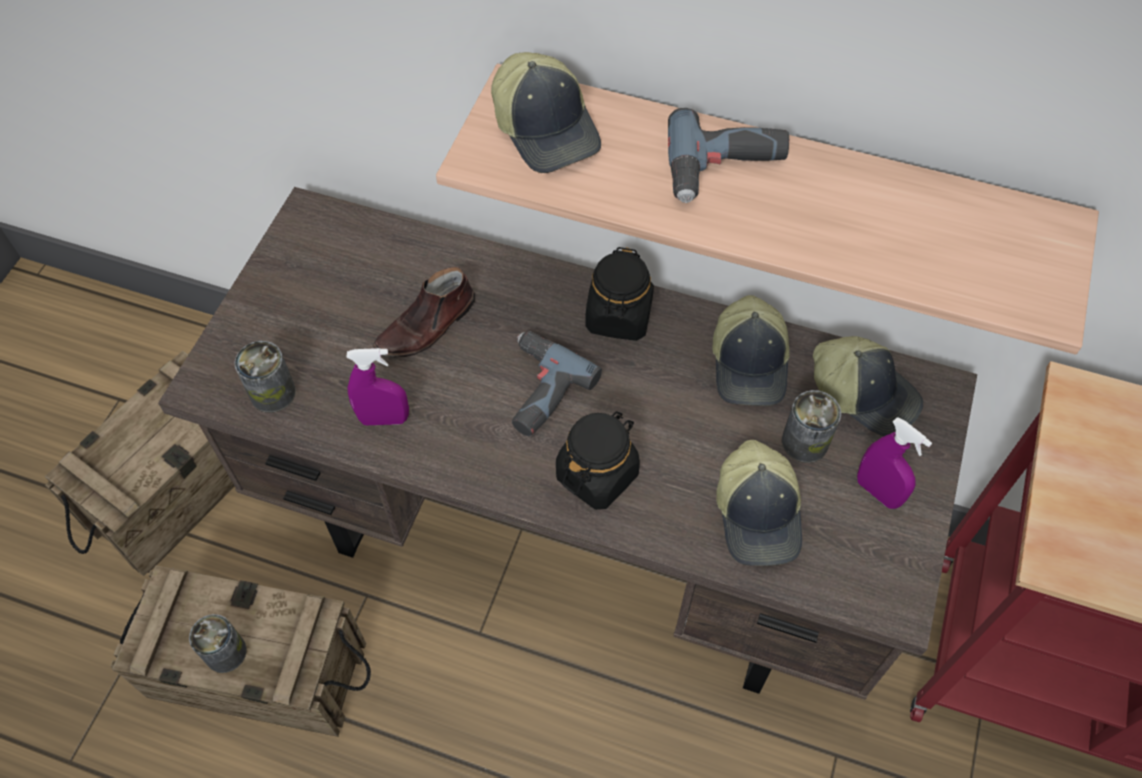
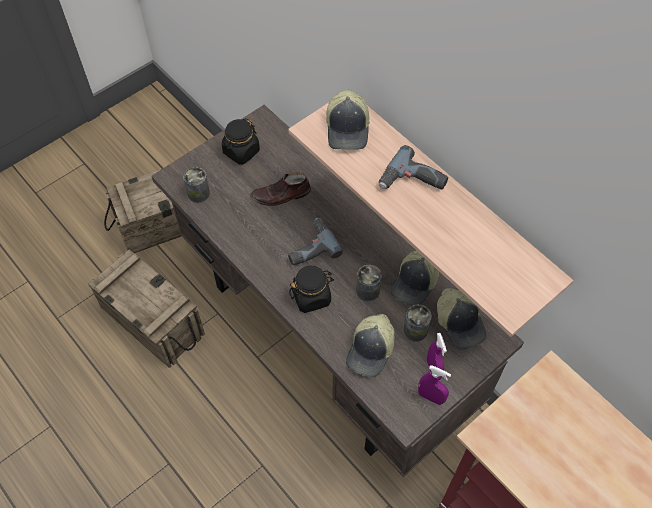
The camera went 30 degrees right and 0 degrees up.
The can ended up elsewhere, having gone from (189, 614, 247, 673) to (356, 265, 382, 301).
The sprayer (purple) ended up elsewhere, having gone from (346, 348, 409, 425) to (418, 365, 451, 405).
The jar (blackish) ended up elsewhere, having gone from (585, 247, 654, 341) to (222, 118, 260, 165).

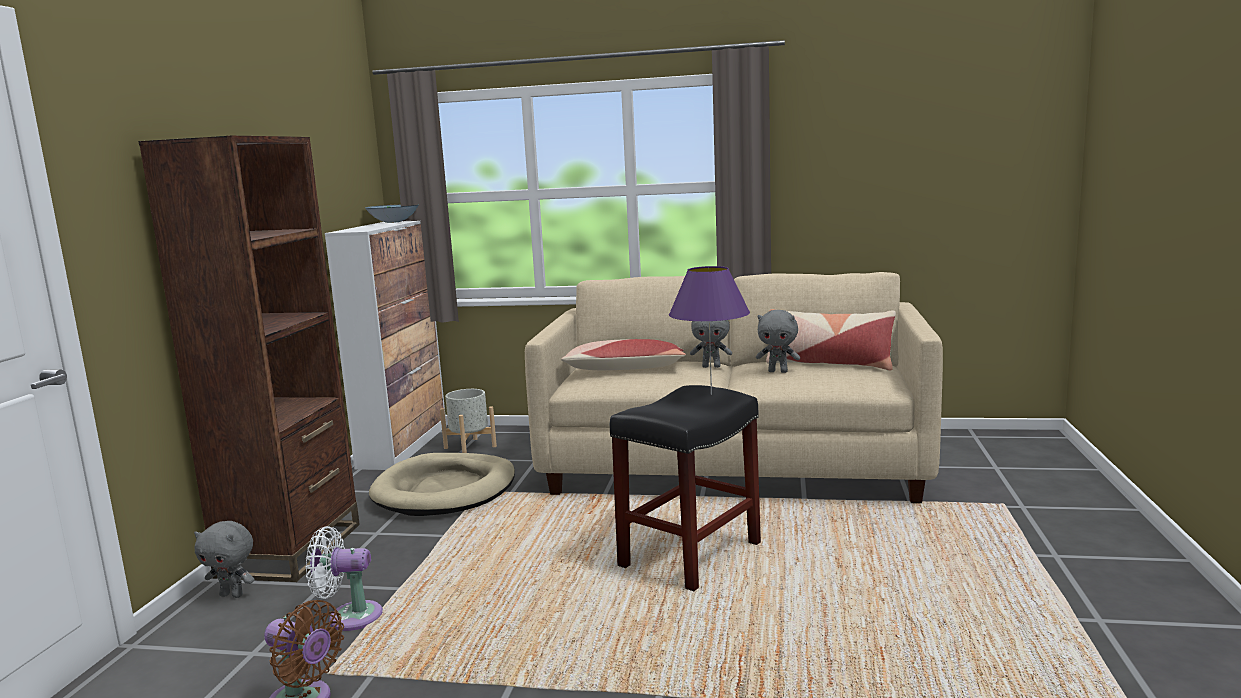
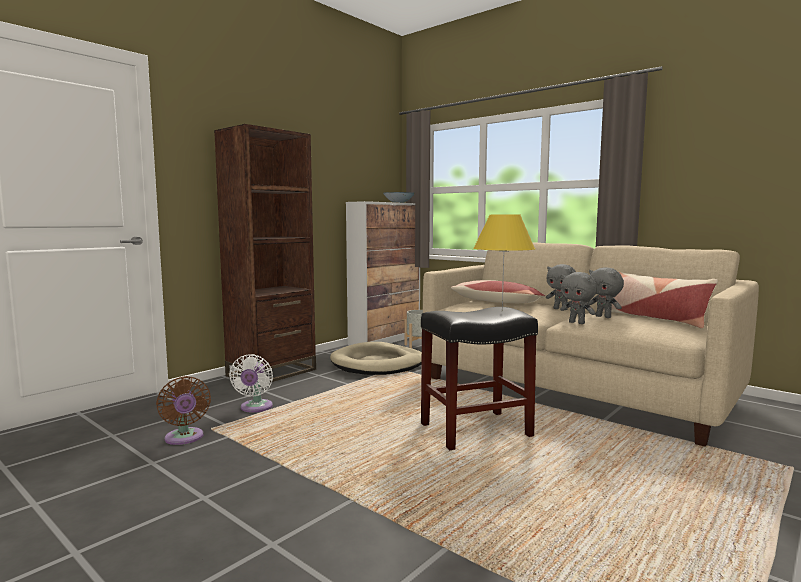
The camera went 30 degrees right and 5 degrees down.
The cuddly toy (greyish) ended up elsewhere, having gone from (194, 521, 255, 598) to (560, 272, 597, 324).
The cooling fan (white) at (305, 526, 383, 631) ended up facing another way, 120 degrees counterclockwise from before.
What was the tabletop lamp (purple) at (669, 266, 750, 395) turned into the tabletop lamp (yellow) at (473, 215, 535, 312).

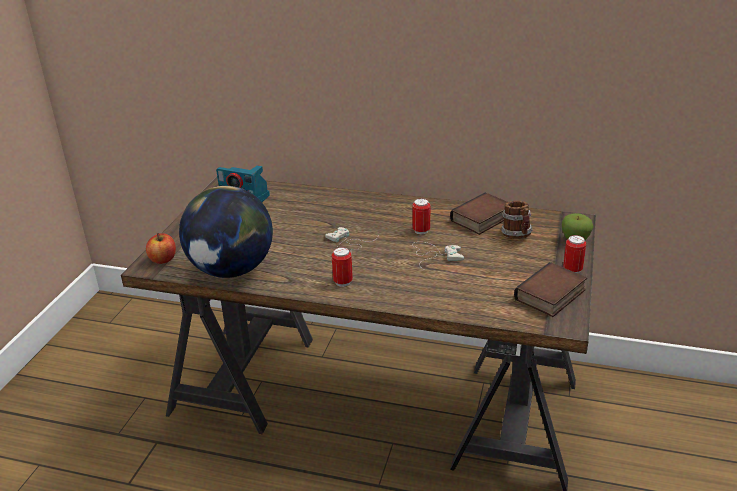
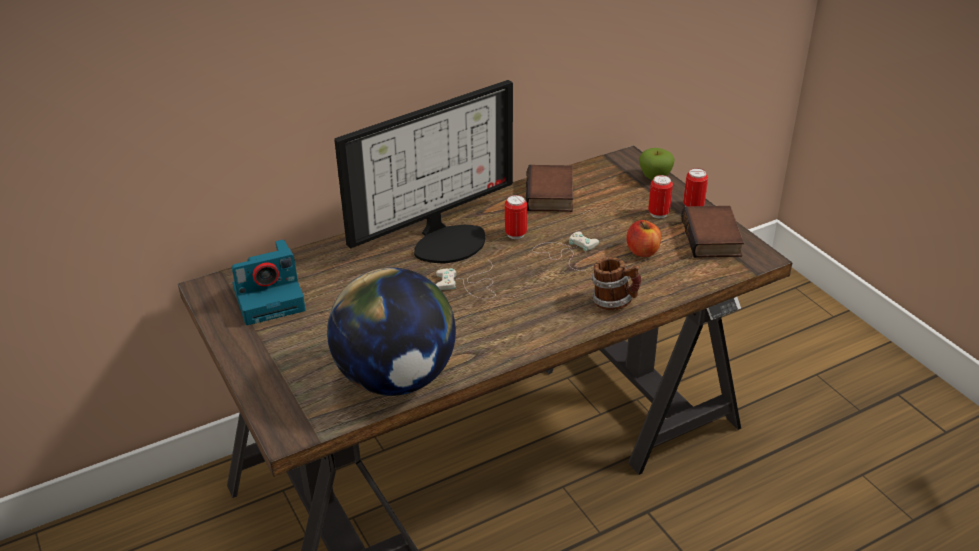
The camera went 45 degrees left and 5 degrees up.
The apple ended up elsewhere, having gone from (146, 233, 176, 264) to (626, 220, 661, 257).
The can ended up elsewhere, having gone from (332, 247, 353, 287) to (648, 175, 673, 218).
The coffee mug ended up elsewhere, having gone from (501, 201, 533, 239) to (591, 257, 641, 310).
The second view gained the computer screen at (334, 80, 513, 263).

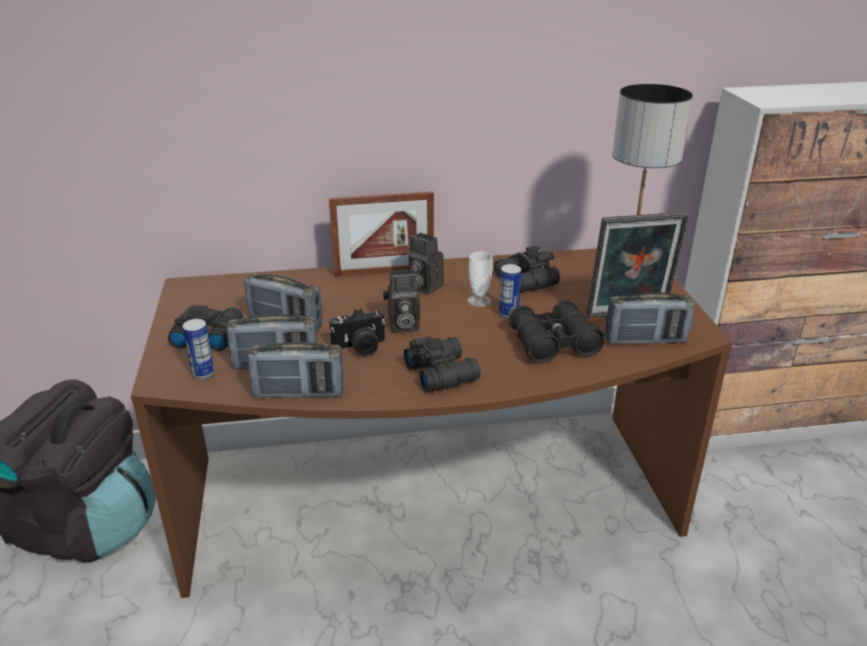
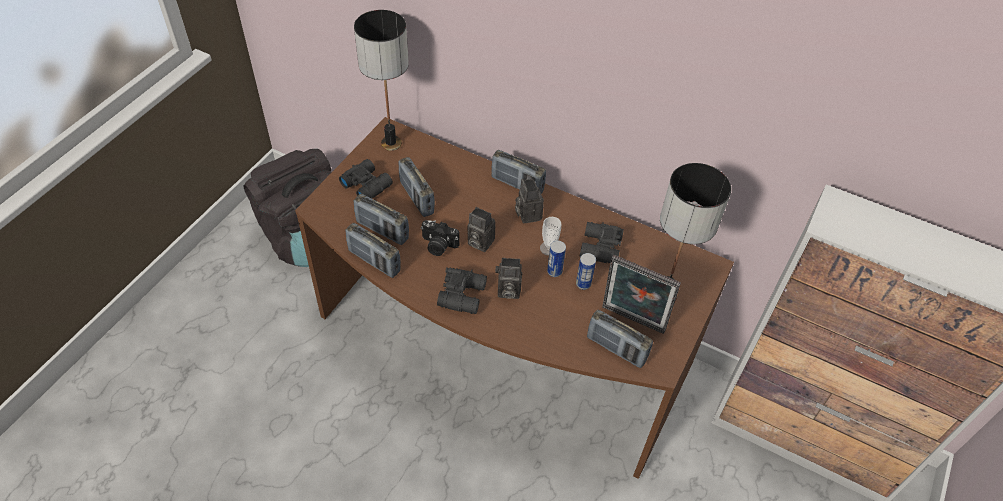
The camera went 35 degrees right and 20 degrees up.
The can ended up elsewhere, having gone from (182, 319, 215, 380) to (576, 253, 596, 290).
Where the picture frame stood at (329, 191, 434, 277), the radio came to stand at (492, 150, 546, 194).
The second view lost the binoculars (blackish) at (508, 300, 605, 364).
The second view gained the tabletop lamp at (354, 10, 409, 151).
The second view gained the photo camera at (495, 258, 522, 299).

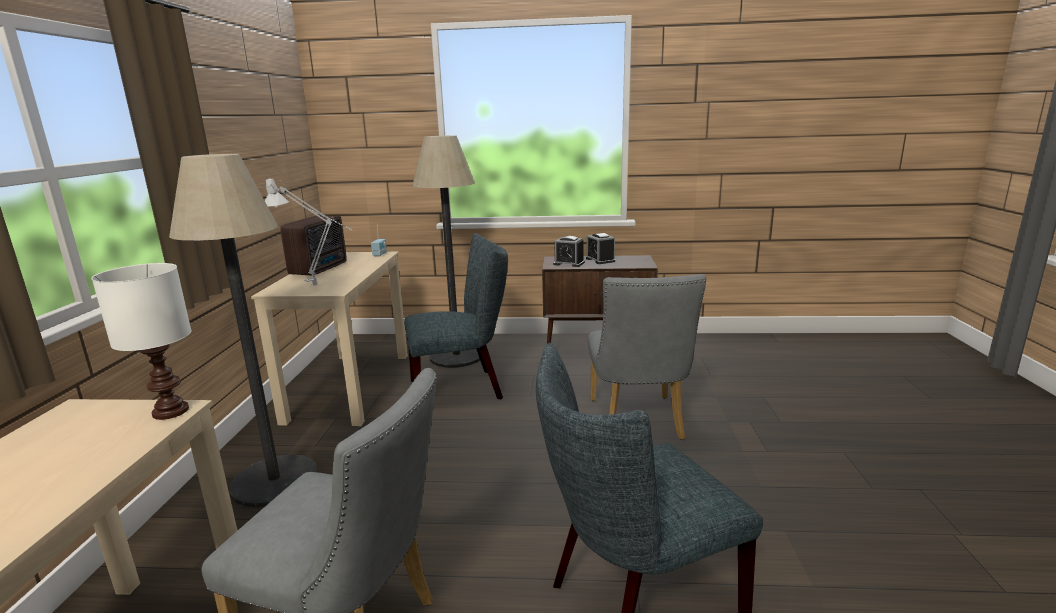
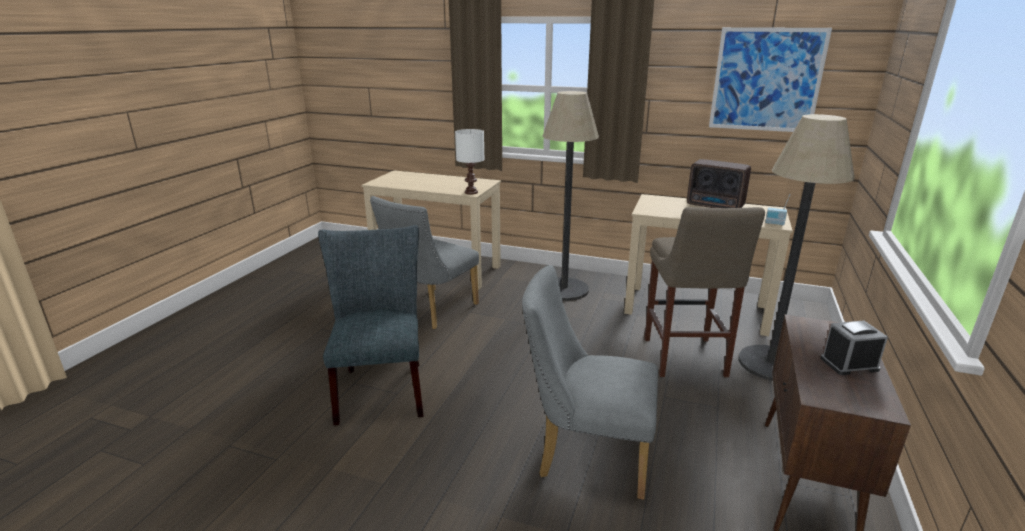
The camera went 105 degrees right and 5 degrees up.
The second view lost the tabletop lamp (greyish) at (265, 178, 353, 285).
Where the upright chair (greyish) stood at (404, 233, 508, 399), the stool (sand-coloured) came to stand at (645, 207, 765, 377).
The second view lost the bedside clock at (553, 236, 585, 267).
The second view gained the wall art at (709, 27, 832, 132).

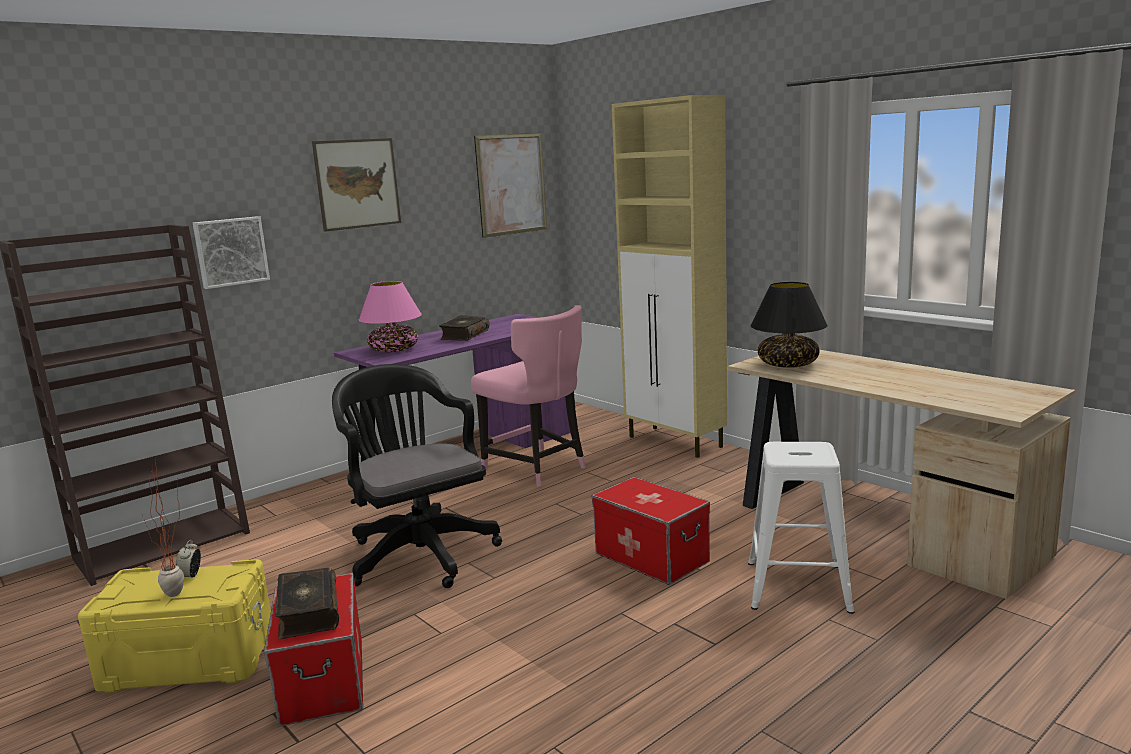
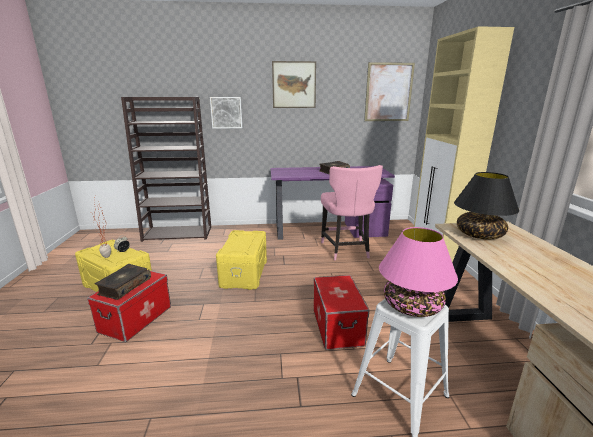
The camera went 35 degrees right and 5 degrees up.
Where the computer chair (blackish) stood at (332, 364, 502, 588), the storage bin (yellow) came to stand at (216, 230, 267, 290).
The tabletop lamp (pinkish) ended up elsewhere, having gone from (359, 281, 422, 352) to (379, 227, 458, 317).

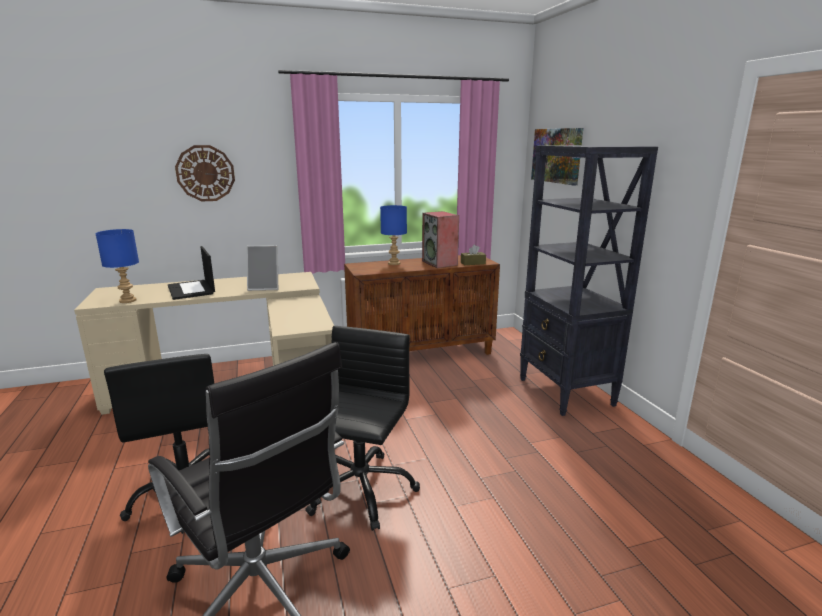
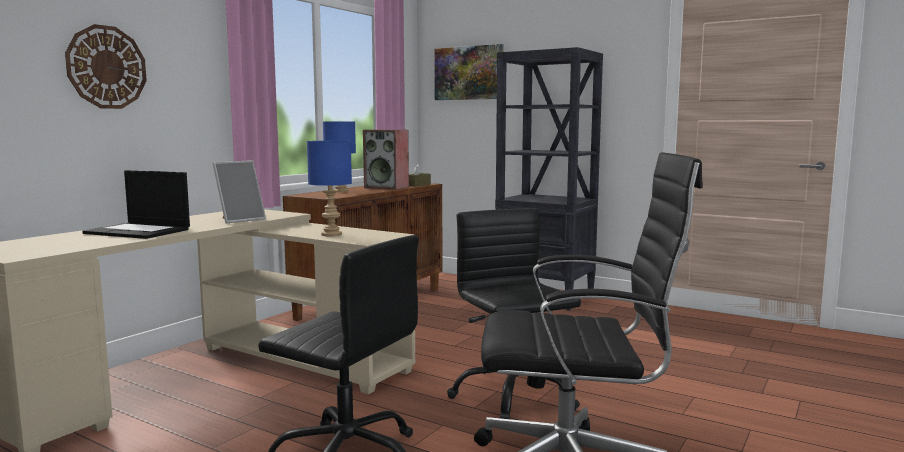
The camera went 40 degrees left and 10 degrees down.
The tabletop lamp (blue-coloured) ended up elsewhere, having gone from (95, 229, 139, 303) to (307, 141, 352, 236).

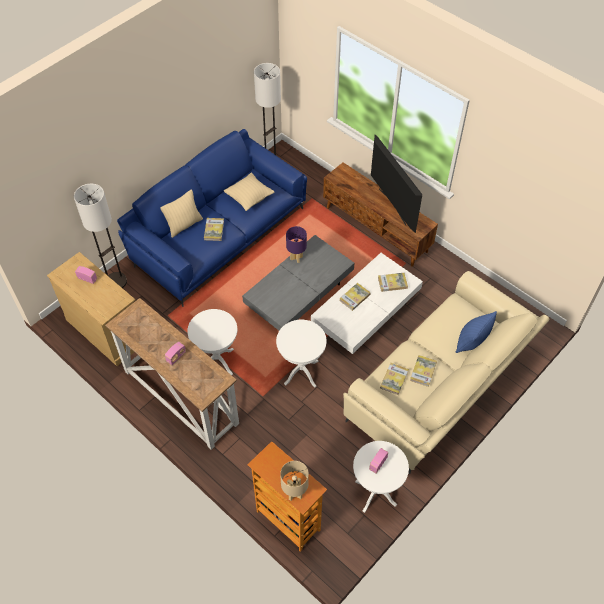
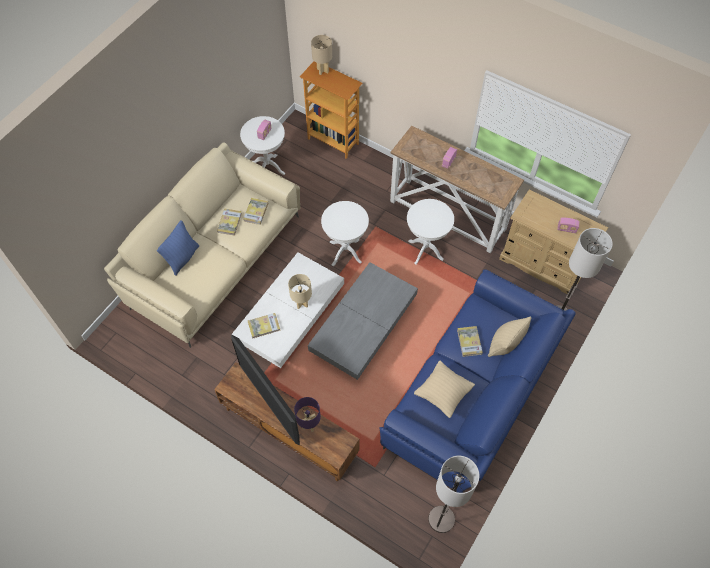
The camera went 170 degrees right and 5 degrees up.
The tabletop lamp (purple) ended up elsewhere, having gone from (286, 226, 307, 263) to (294, 397, 321, 432).
Where the bound book stood at (339, 283, 371, 311), the tabletop lamp (sand-coloured) came to stand at (288, 274, 312, 309).

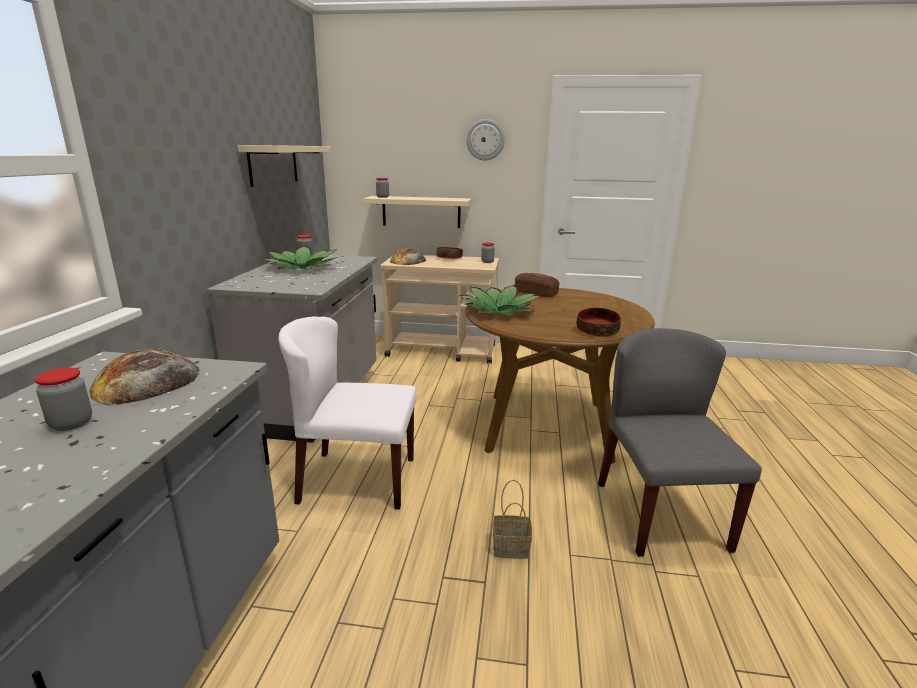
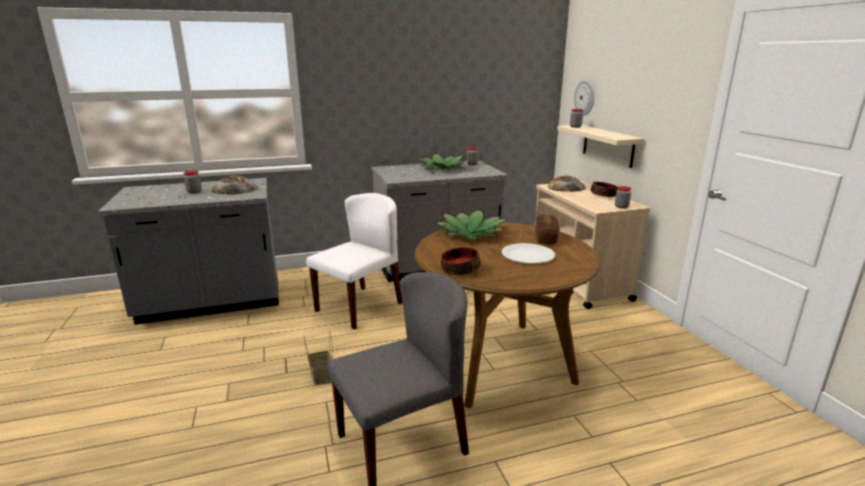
The camera went 65 degrees right and 0 degrees up.
The second view lost the shelf (sand-coloured) at (238, 145, 331, 187).
The upright chair (white) at (279, 316, 416, 510) ended up facing another way, 60 degrees clockwise from before.
The hanging clock ended up elsewhere, having gone from (466, 119, 505, 161) to (574, 80, 594, 115).
The second view gained the flat dish (white) at (502, 243, 555, 264).

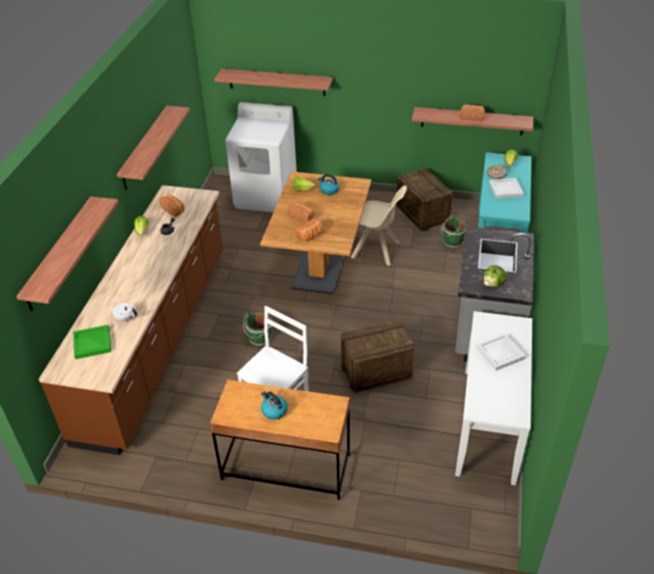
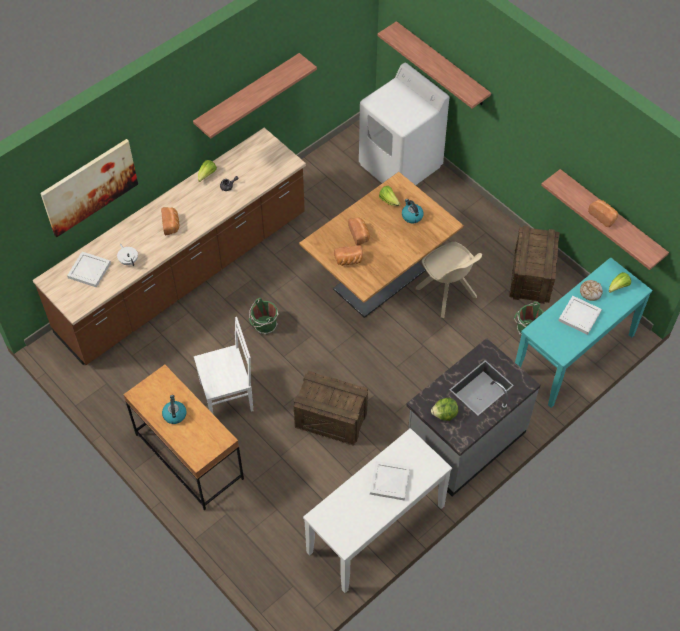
The camera went 35 degrees right and 15 degrees up.
Where the shelf hung at (16, 196, 119, 311), the wall art came to hang at (40, 139, 138, 237).
What was the carrying tray (green-coloured) at (73, 325, 111, 359) turned into the carrying tray (white) at (67, 252, 111, 288).
The baked bread ended up elsewhere, having gone from (159, 195, 185, 217) to (161, 207, 179, 235).

